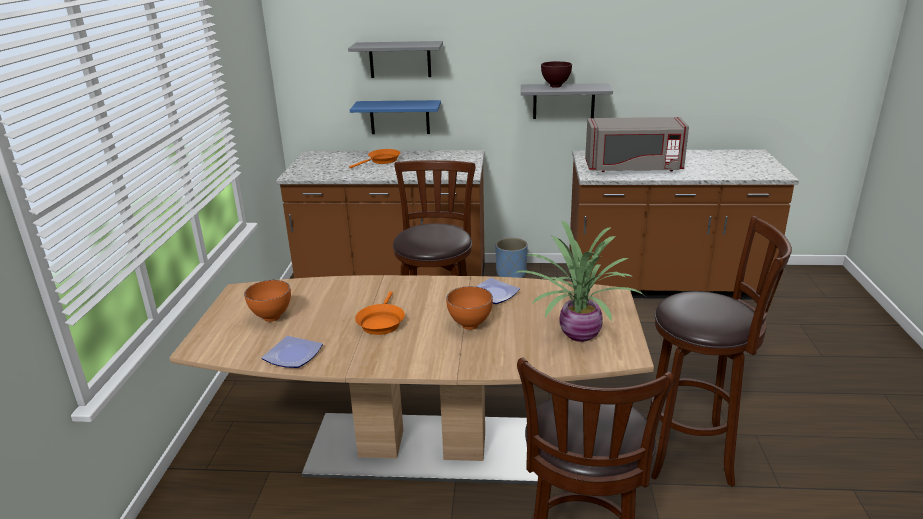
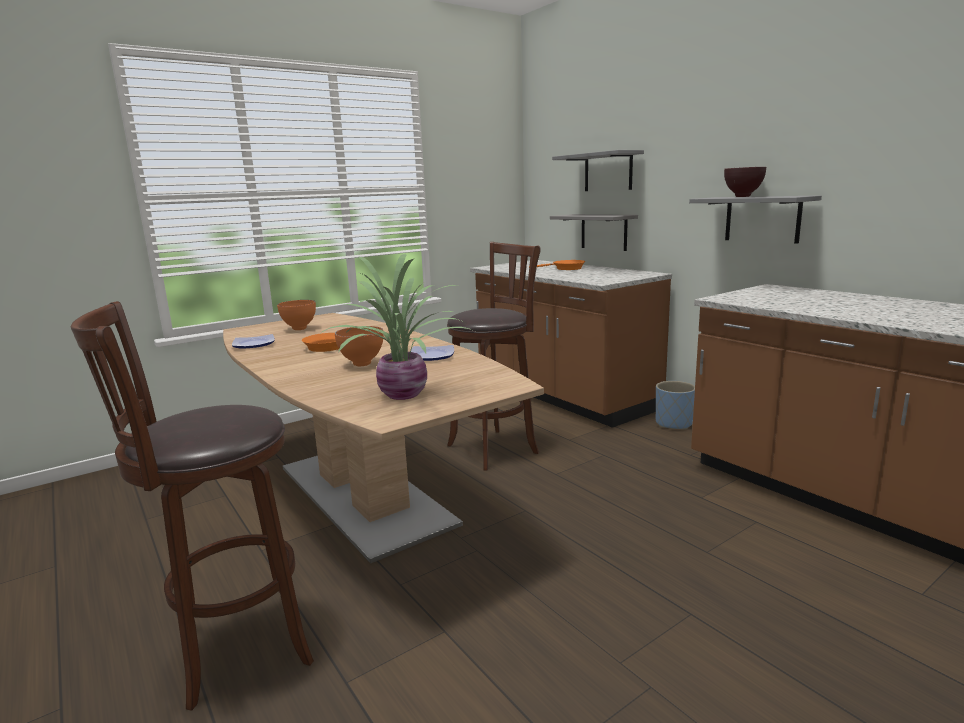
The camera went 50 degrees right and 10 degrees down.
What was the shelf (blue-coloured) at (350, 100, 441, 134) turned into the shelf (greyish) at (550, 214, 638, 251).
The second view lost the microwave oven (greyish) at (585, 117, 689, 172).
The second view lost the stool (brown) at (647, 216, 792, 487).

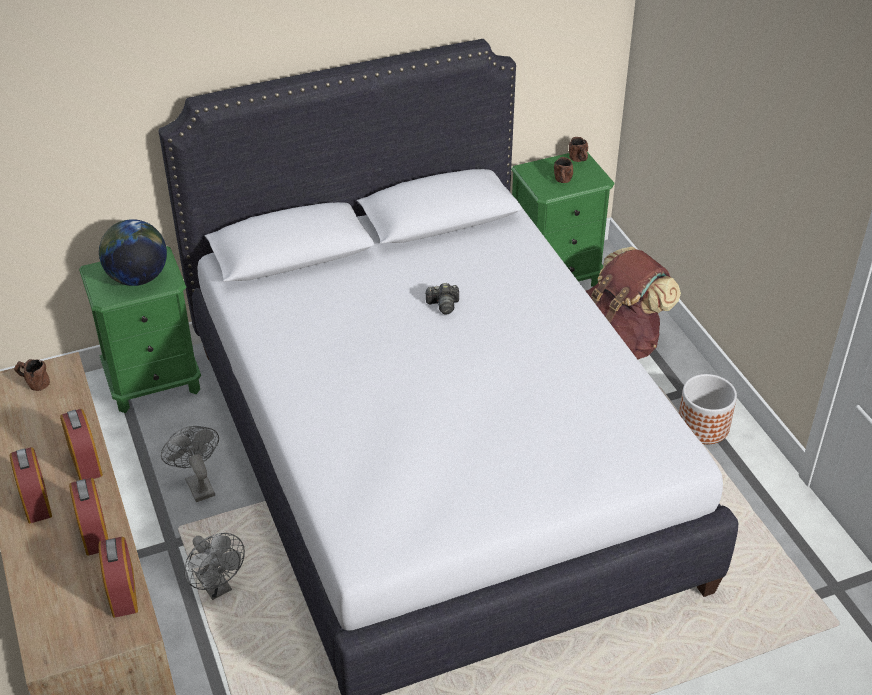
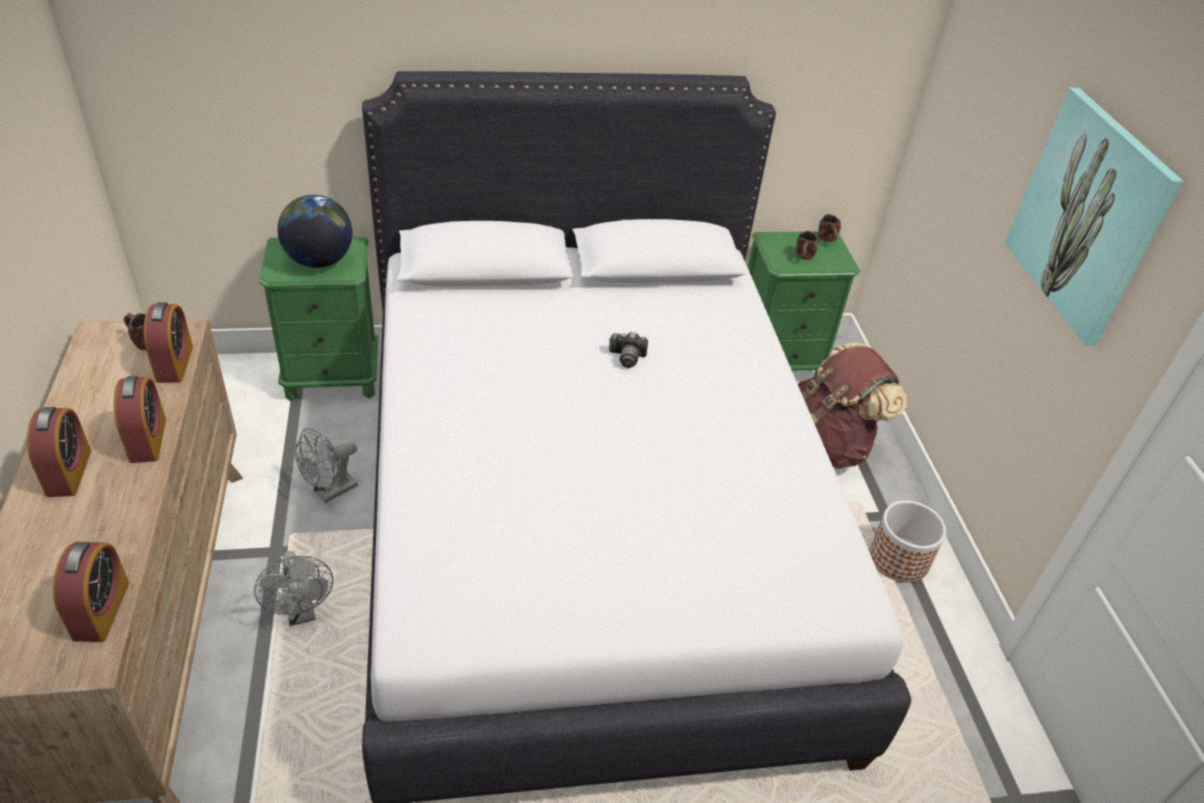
The camera went 10 degrees right and 0 degrees up.
The bedside clock ended up elsewhere, having gone from (69, 478, 108, 556) to (144, 302, 193, 383).
The cooling fan (greyish) at (161, 426, 219, 502) ended up facing another way, 120 degrees counterclockwise from before.
The second view gained the wall art at (1005, 88, 1184, 346).

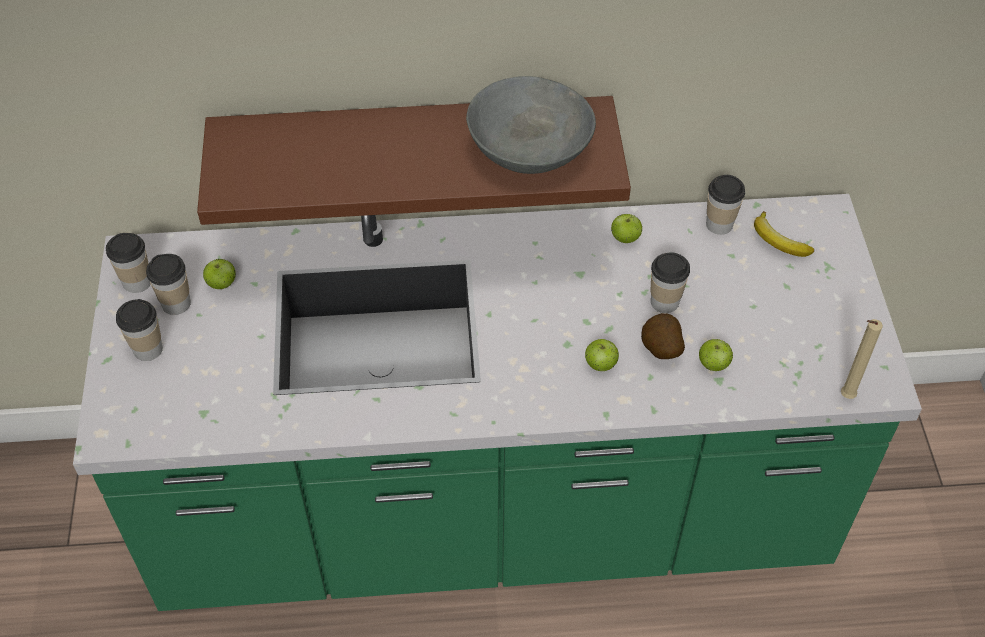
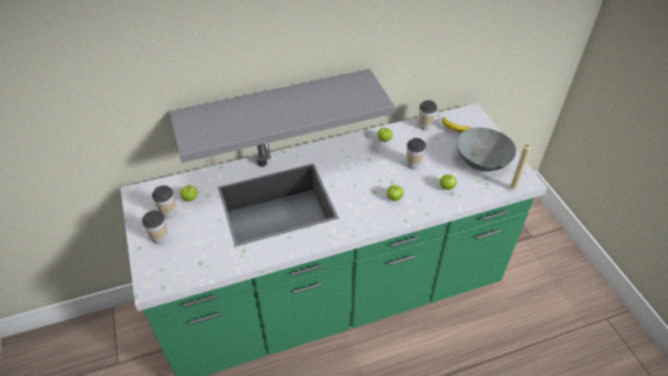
The camera went 15 degrees left and 5 degrees down.
The second view lost the small cup at (106, 233, 151, 293).
What was the shelf (brown) at (197, 96, 631, 225) turned into the shelf (greyish) at (170, 69, 395, 163).
The deep dish (greyish) ended up elsewhere, having gone from (466, 76, 596, 174) to (456, 127, 516, 171).
The second view lost the spud at (641, 313, 685, 359).

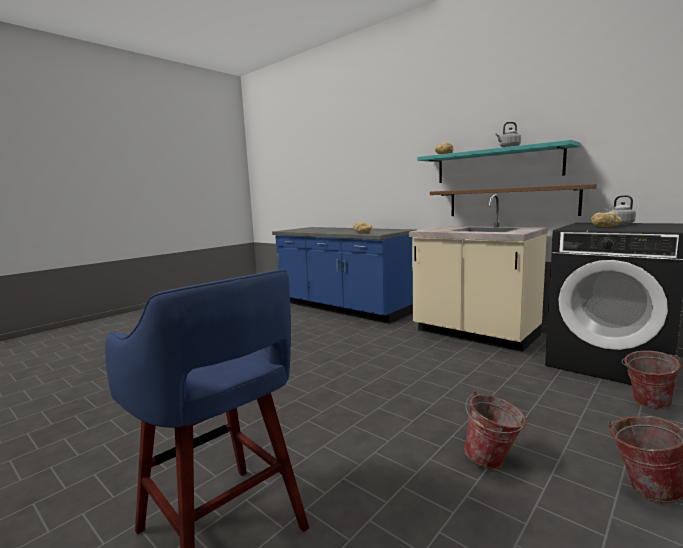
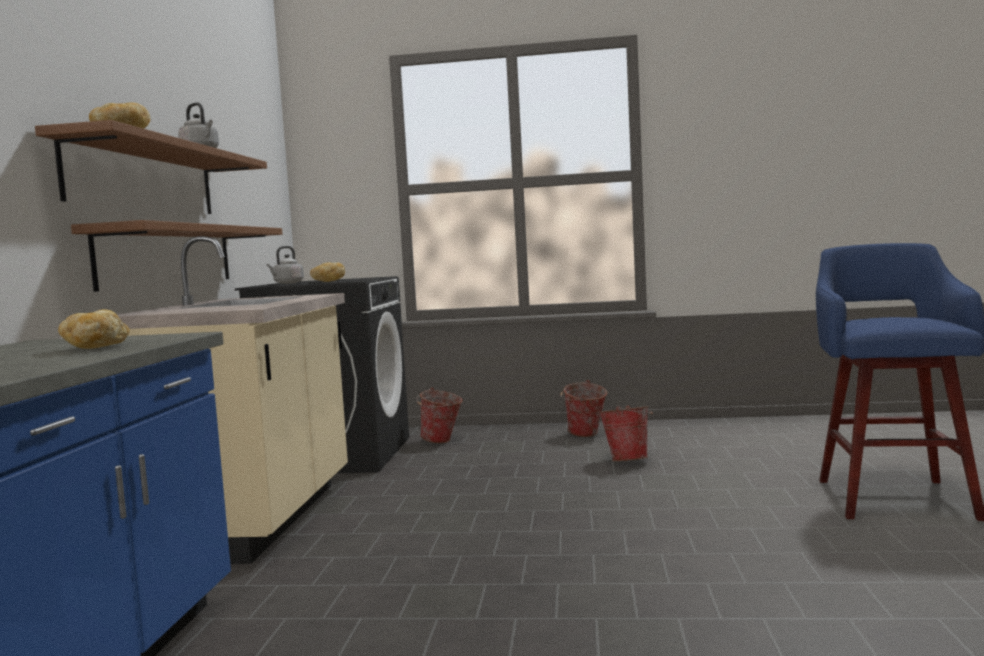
The camera went 125 degrees left and 5 degrees down.
What was the shelf (turquoise) at (417, 140, 580, 183) turned into the shelf (brown) at (35, 120, 267, 214).

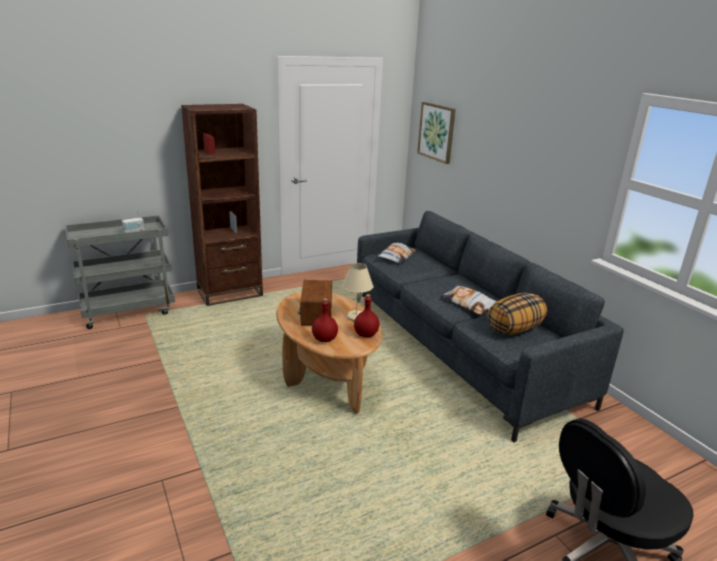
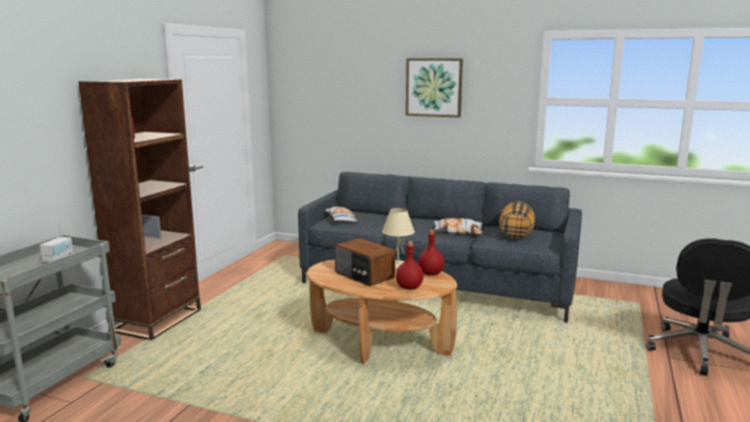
The camera went 40 degrees left and 10 degrees down.
The wall art ended up elsewhere, having gone from (417, 102, 456, 164) to (406, 58, 463, 118).

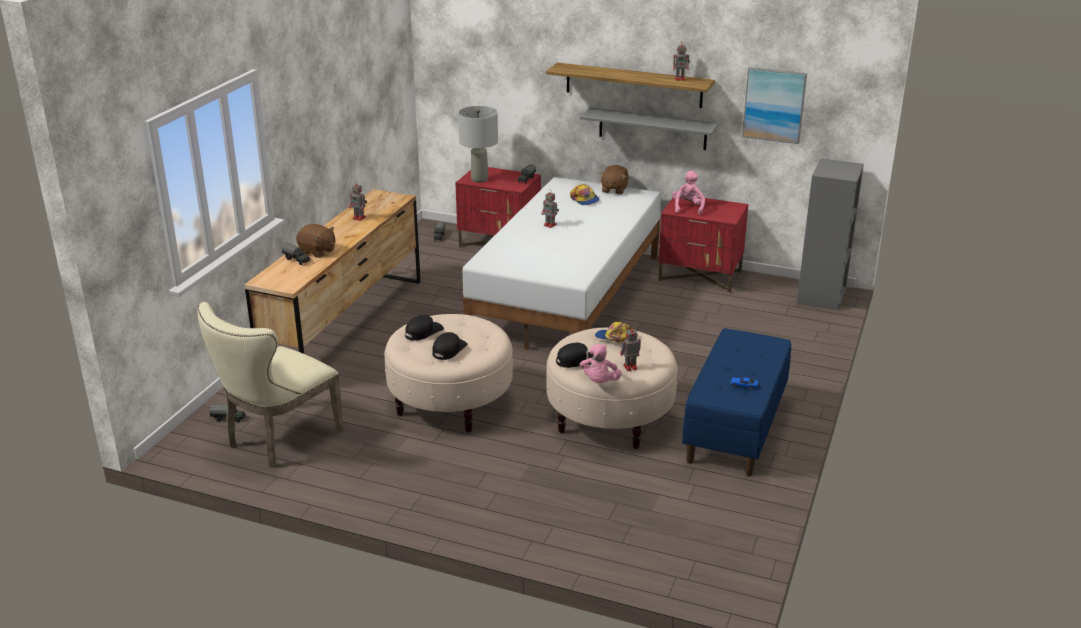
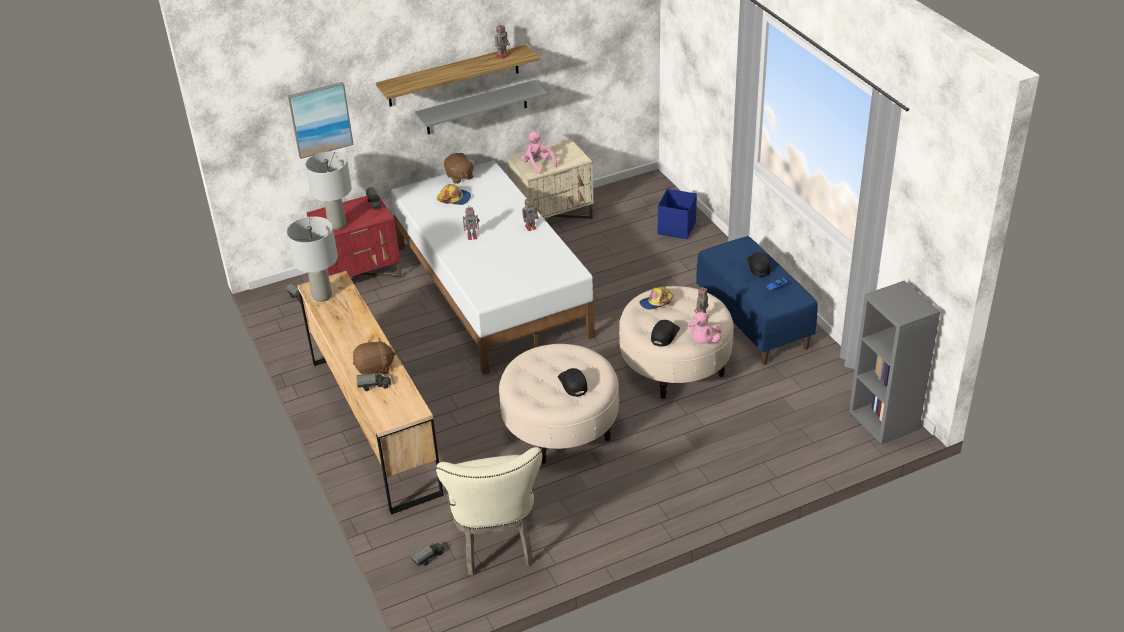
The camera went 45 degrees left and 10 degrees up.
The toy robot ended up elsewhere, having gone from (349, 181, 367, 221) to (522, 196, 539, 231).
The peaked cap (blackish) ended up elsewhere, having gone from (405, 315, 444, 341) to (747, 252, 771, 277).
The cuddly toy (pinkish) at (580, 344, 622, 383) ended up facing another way, 60 degrees clockwise from before.
What was the nightstand (red) at (658, 197, 748, 293) turned into the nightstand (sand-coloured) at (507, 138, 594, 222).
The wall art ended up elsewhere, having gone from (742, 67, 807, 144) to (288, 82, 354, 159).
The bookshelf (greyish) ended up elsewhere, having gone from (797, 158, 864, 310) to (849, 280, 940, 444).
The second view gained the tabletop lamp (greyish) at (287, 216, 338, 302).
The second view gained the storage bin (blue-coloured) at (658, 189, 697, 239).

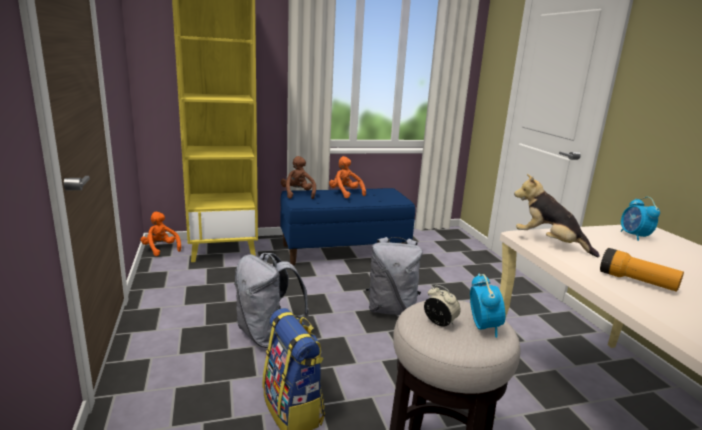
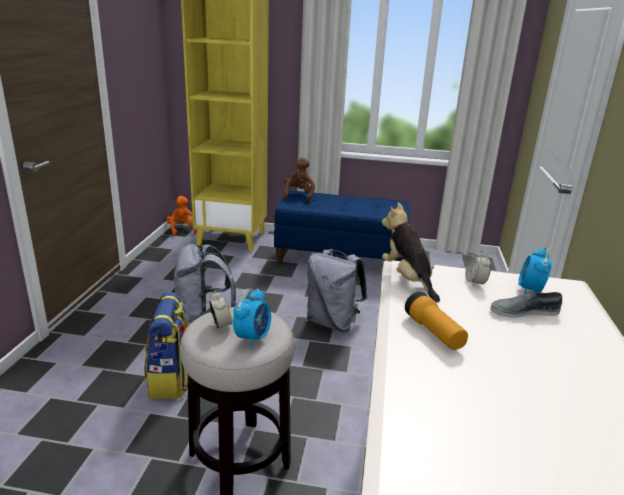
The camera went 25 degrees right and 5 degrees up.
The second view lost the cuddly toy (orangey) at (329, 156, 366, 198).
The second view gained the bedside clock at (466, 249, 491, 287).
The second view gained the item of footwear (greyish) at (490, 289, 562, 318).

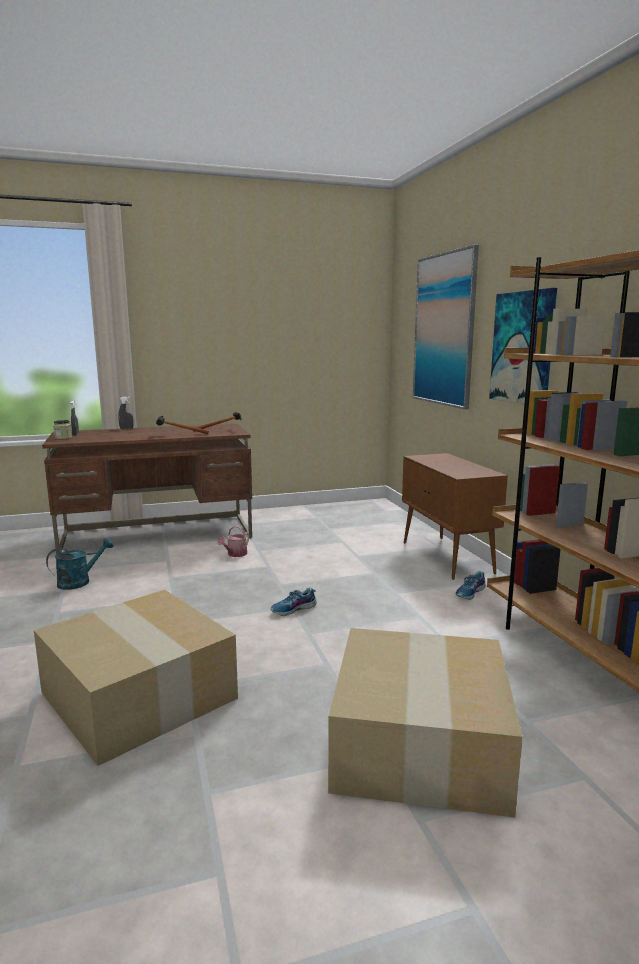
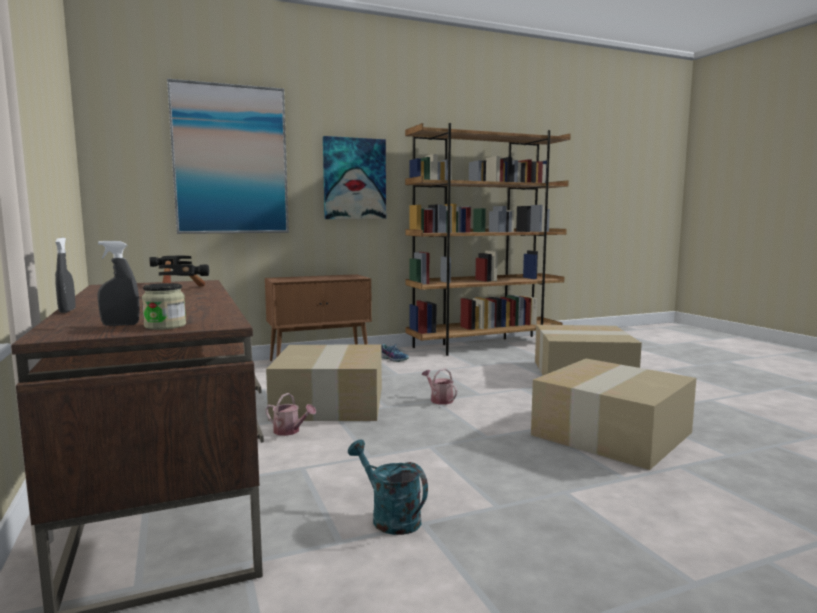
The camera went 95 degrees left and 5 degrees down.
Where the item of footwear stood at (271, 587, 317, 616), the watering pot came to stand at (422, 369, 457, 405).
The second view gained the cardboard box at (266, 345, 382, 421).

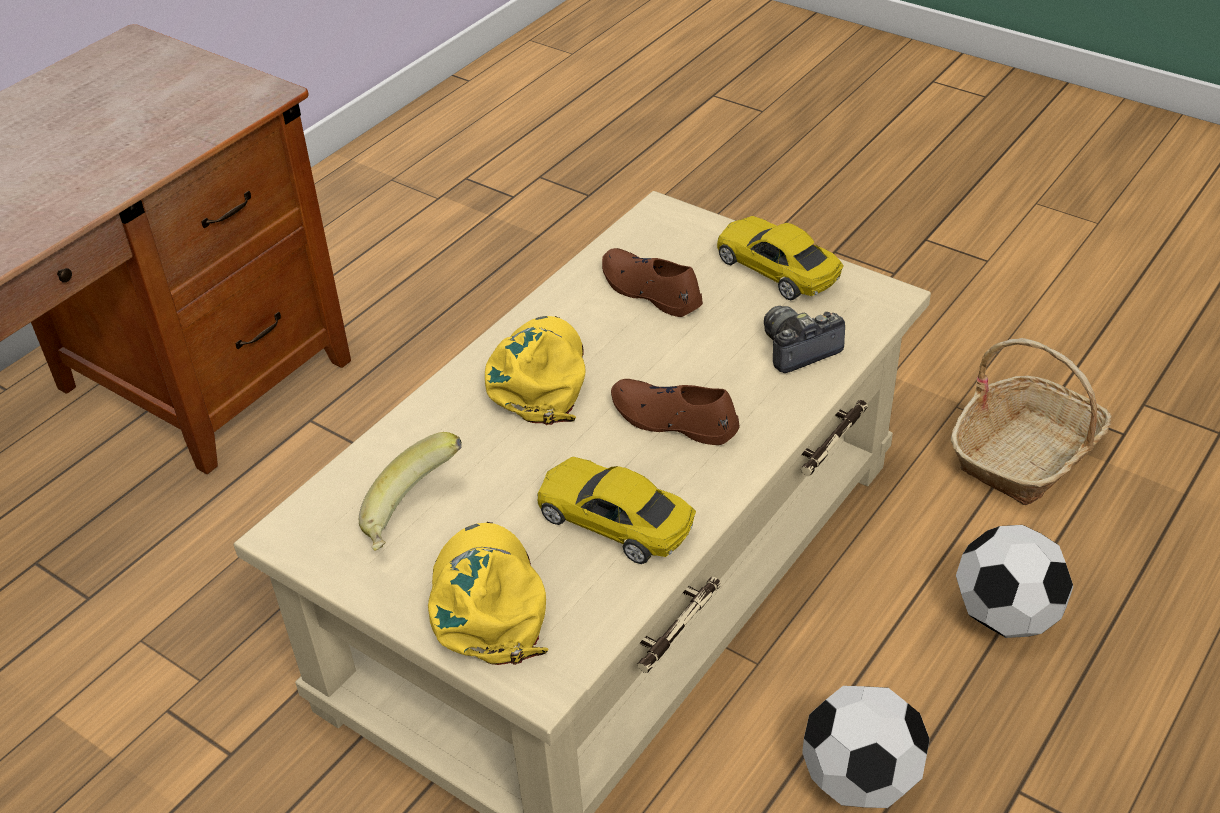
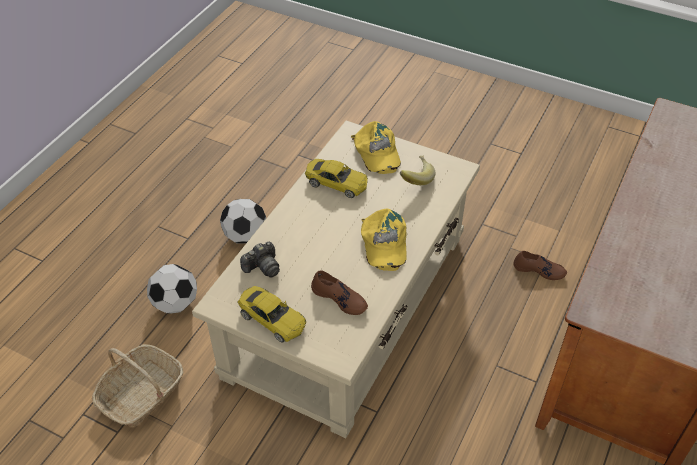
The camera went 170 degrees right and 5 degrees up.
The item of footwear (brown) ended up elsewhere, having gone from (611, 379, 740, 445) to (513, 251, 567, 280).

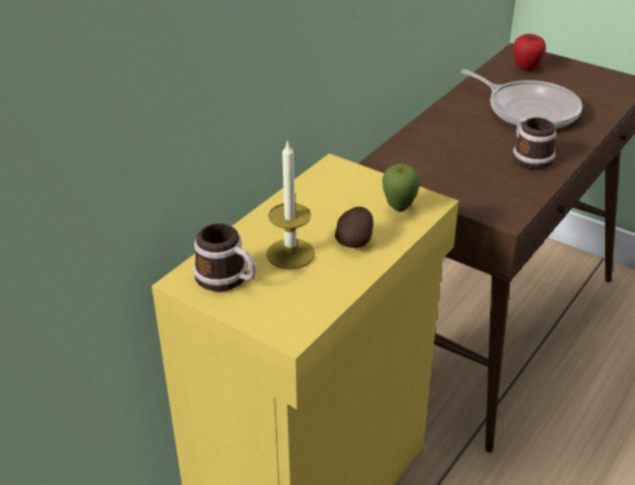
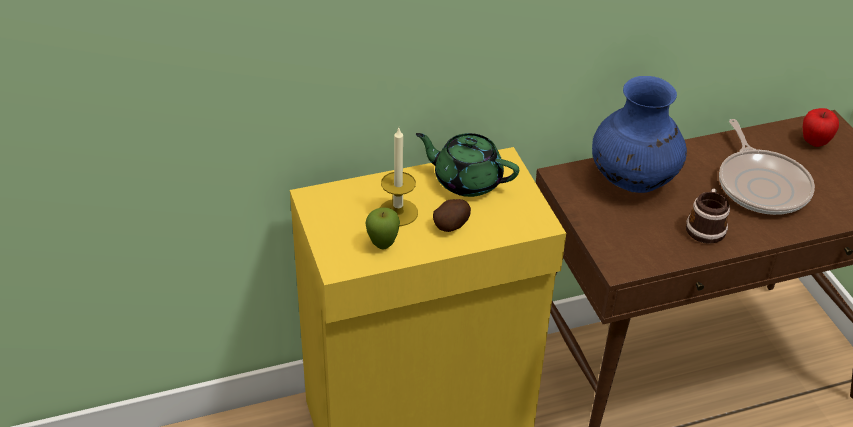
The camera went 35 degrees right and 5 degrees up.
The second view lost the coffee mug at (193, 223, 256, 292).
The apple ended up elsewhere, having gone from (382, 163, 420, 212) to (365, 208, 400, 249).
The second view gained the tea pot (green-coloured) at (416, 133, 519, 197).
The second view gained the decorative vase (blue-coloured) at (592, 76, 687, 193).

